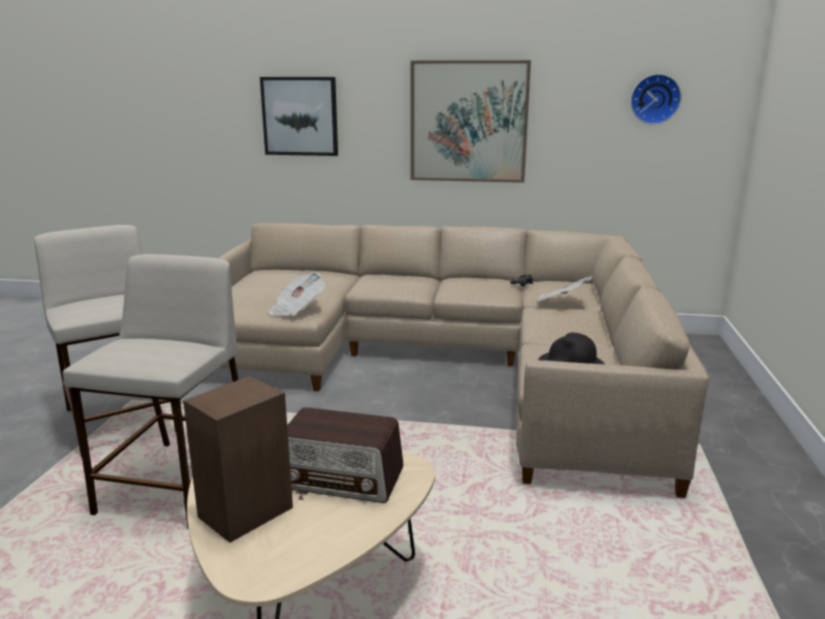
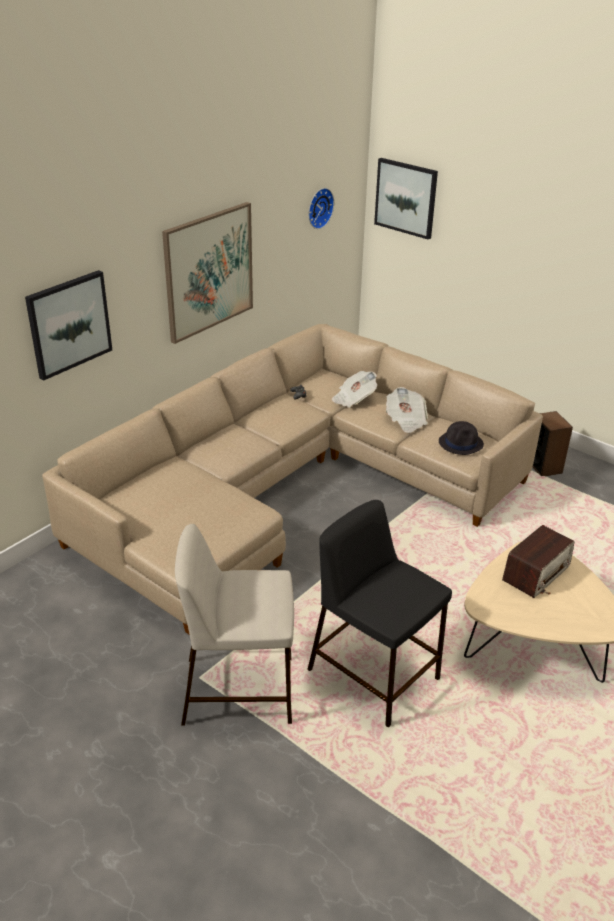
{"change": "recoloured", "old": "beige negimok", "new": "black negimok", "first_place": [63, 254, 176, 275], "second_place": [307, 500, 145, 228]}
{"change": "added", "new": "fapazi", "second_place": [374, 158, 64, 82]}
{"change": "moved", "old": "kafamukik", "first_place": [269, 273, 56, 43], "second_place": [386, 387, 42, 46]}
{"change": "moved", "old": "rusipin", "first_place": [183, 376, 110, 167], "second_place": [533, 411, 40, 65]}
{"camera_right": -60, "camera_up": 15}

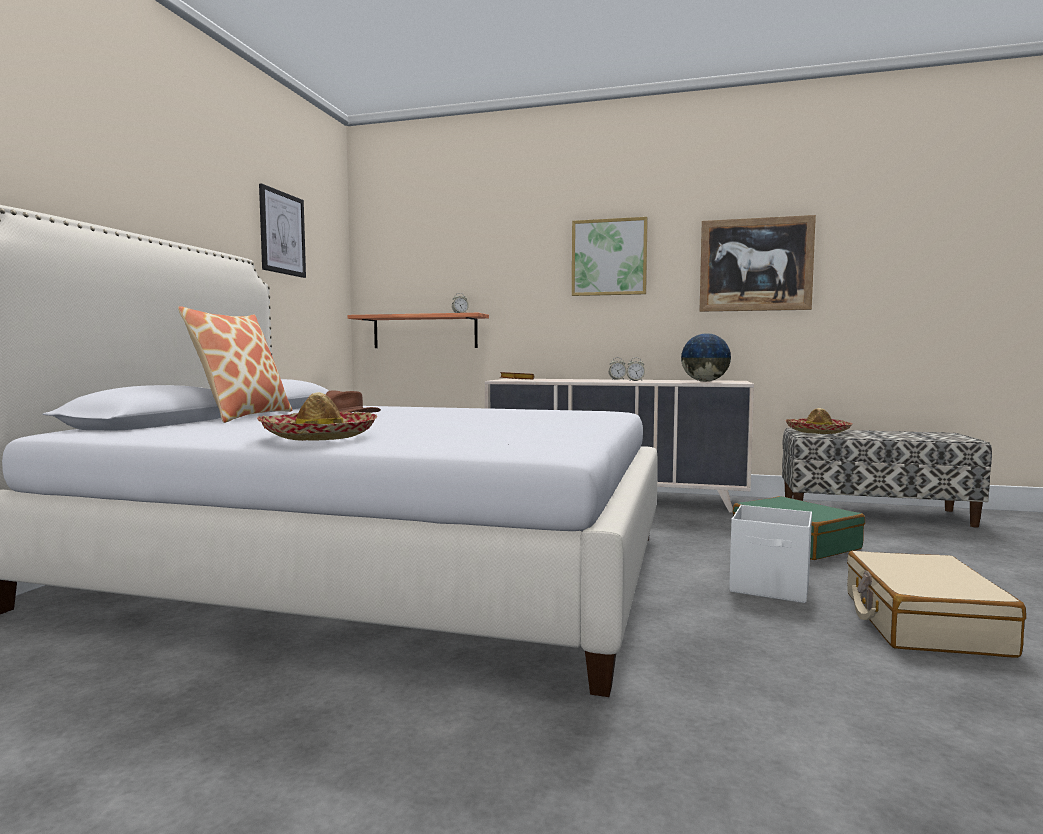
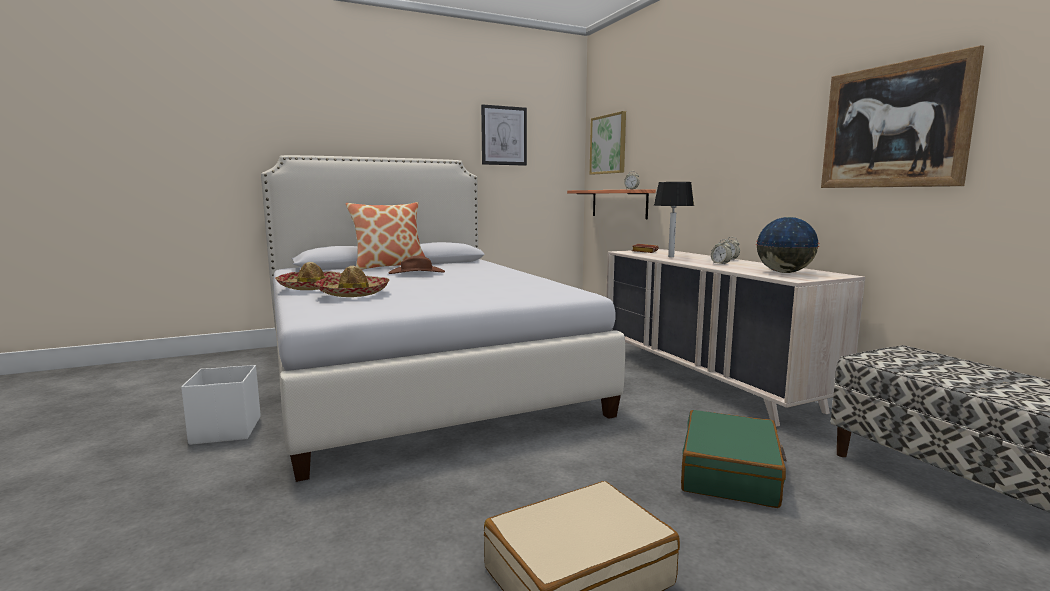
{"change": "moved", "old": "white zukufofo", "first_place": [729, 505, 83, 98], "second_place": [181, 365, 80, 80]}
{"change": "moved", "old": "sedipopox", "first_place": [785, 408, 68, 26], "second_place": [315, 266, 75, 31]}
{"change": "moved", "old": "fapazi", "first_place": [572, 217, 76, 79], "second_place": [590, 111, 36, 64]}
{"change": "added", "new": "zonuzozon", "second_place": [654, 182, 40, 75]}
{"camera_right": 50, "camera_up": 5}

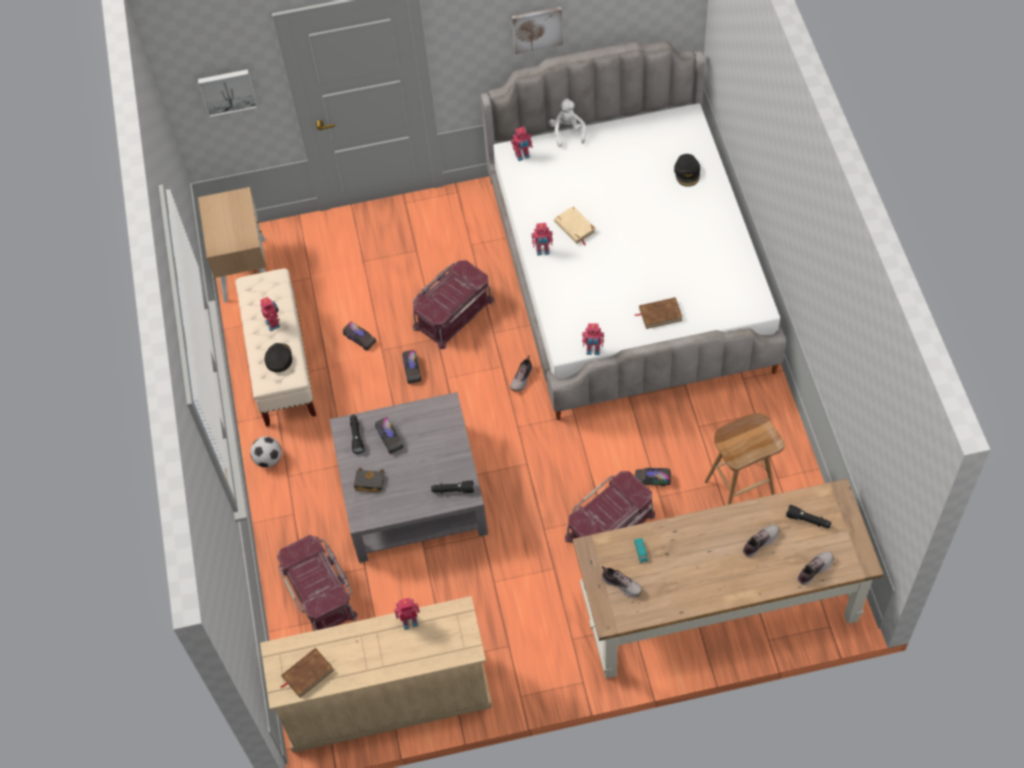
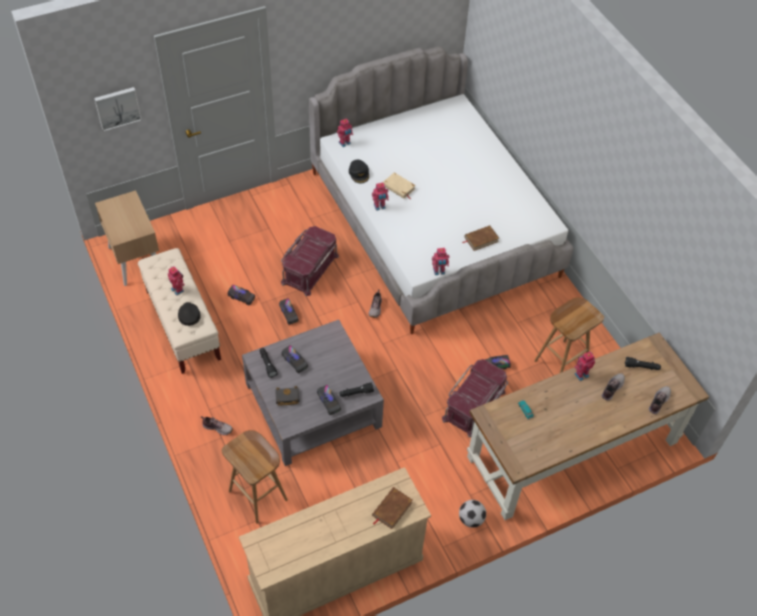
{"change": "moved", "old": "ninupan", "first_place": [602, 566, 41, 31], "second_place": [201, 416, 32, 19]}
{"change": "replaced", "old": "red zukufofo", "new": "brown negimok", "first_place": [277, 535, 81, 96], "second_place": [221, 430, 67, 94]}
{"change": "added", "new": "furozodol", "second_place": [317, 385, 24, 30]}
{"change": "moved", "old": "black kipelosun", "first_place": [674, 154, 26, 33], "second_place": [349, 160, 20, 23]}
{"change": "moved", "old": "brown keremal", "first_place": [281, 648, 53, 50], "second_place": [372, 487, 40, 42]}
{"change": "moved", "old": "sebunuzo", "first_place": [250, 436, 32, 32], "second_place": [459, 500, 27, 28]}
{"change": "moved", "old": "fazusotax", "first_place": [394, 597, 26, 33], "second_place": [574, 352, 21, 29]}
{"change": "removed", "old": "fapazi", "first_place": [512, 7, 51, 47]}
{"change": "removed", "old": "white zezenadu", "first_place": [549, 98, 37, 49]}
{"camera_right": -20, "camera_up": -5}

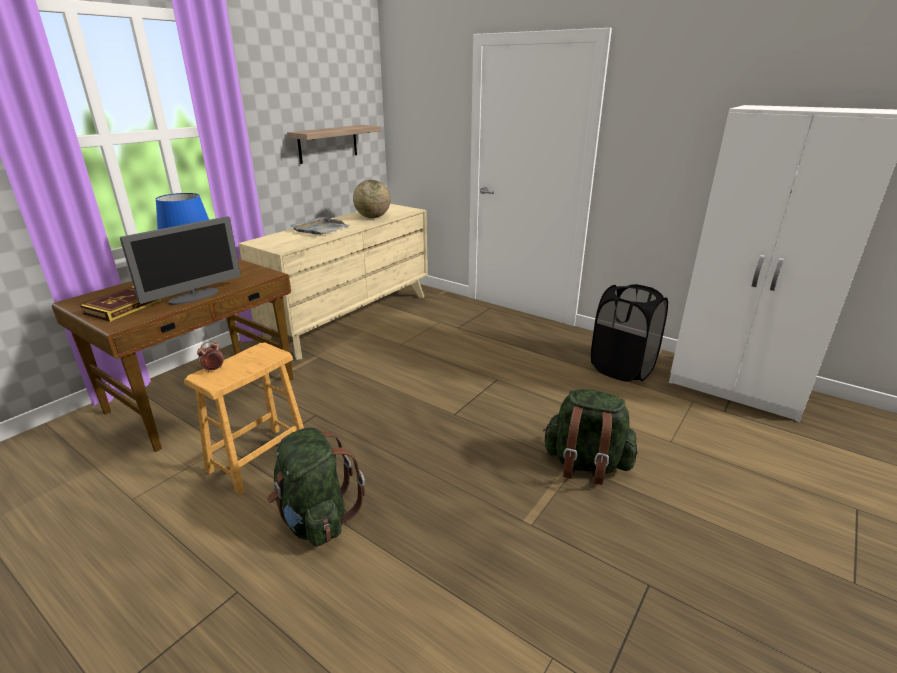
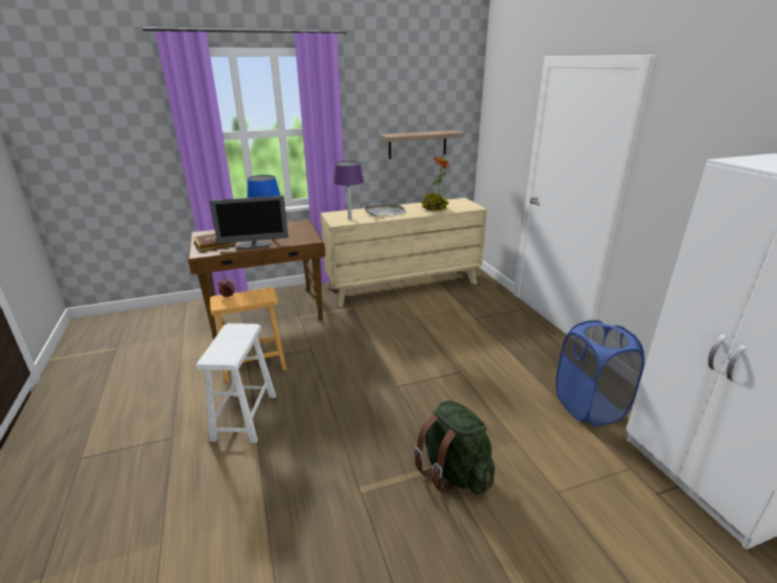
{"change": "replaced", "old": "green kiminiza", "new": "white negimok", "first_place": [267, 427, 98, 119], "second_place": [196, 323, 80, 120]}
{"change": "added", "new": "purple zonuzozon", "second_place": [333, 161, 31, 58]}
{"change": "replaced", "old": "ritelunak", "new": "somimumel", "first_place": [353, 180, 37, 38], "second_place": [421, 157, 28, 54]}
{"change": "recoloured", "old": "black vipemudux", "new": "blue vipemudux", "first_place": [591, 284, 77, 98], "second_place": [556, 320, 89, 106]}
{"camera_right": 35, "camera_up": 0}

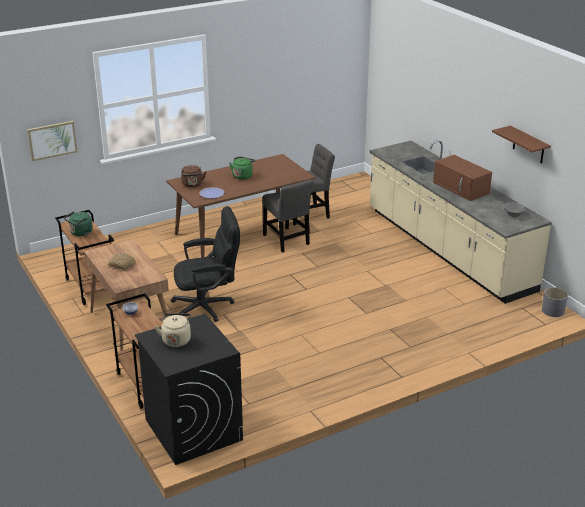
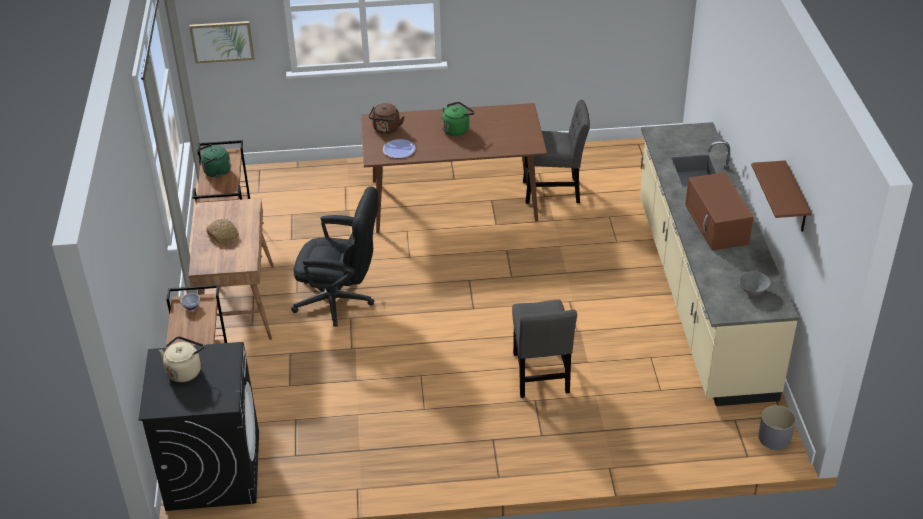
{"change": "moved", "old": "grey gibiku", "first_place": [262, 179, 51, 74], "second_place": [512, 300, 65, 98]}
{"camera_right": 25, "camera_up": 10}

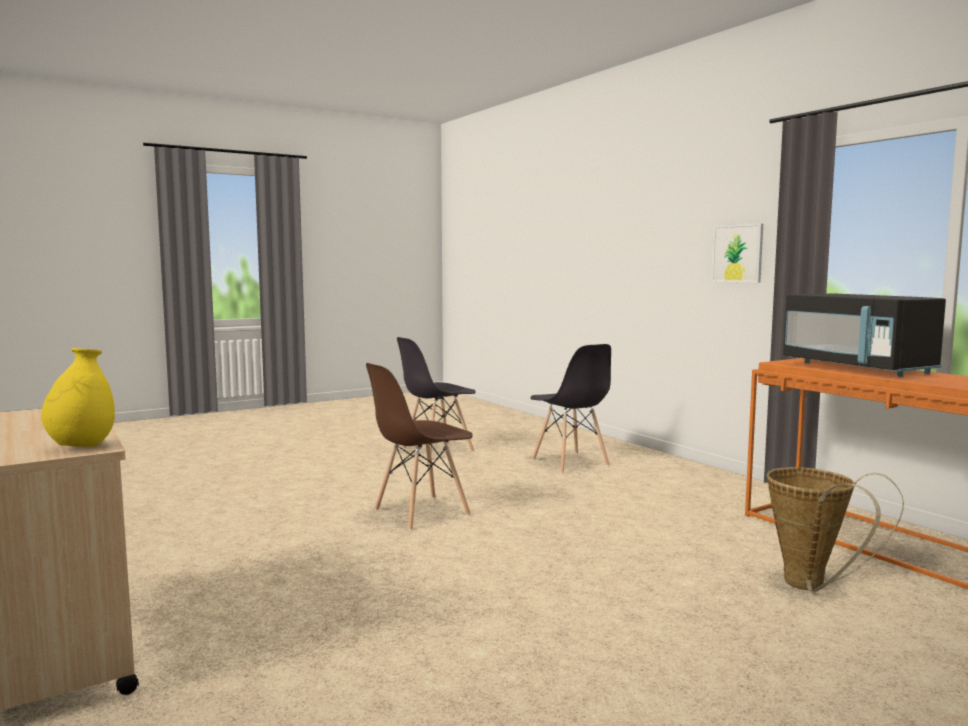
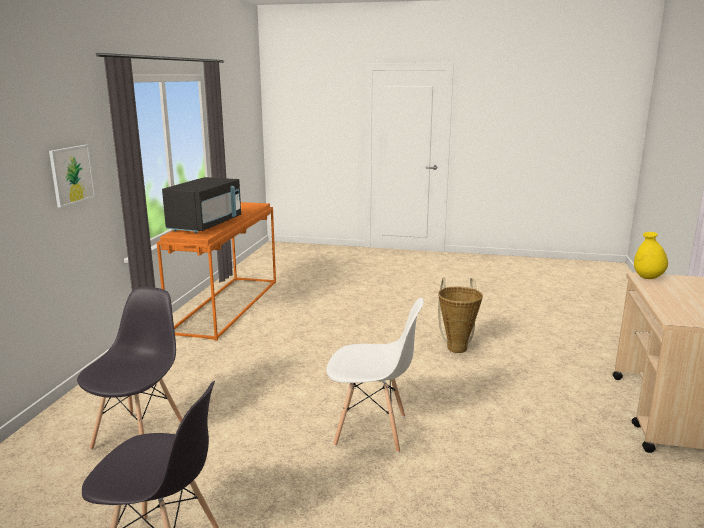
{"change": "recoloured", "old": "brown gibiku", "new": "white gibiku", "first_place": [366, 363, 107, 167], "second_place": [326, 298, 98, 155]}
{"change": "moved", "old": "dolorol", "first_place": [767, 467, 137, 125], "second_place": [438, 277, 45, 76]}
{"camera_right": -135, "camera_up": 10}

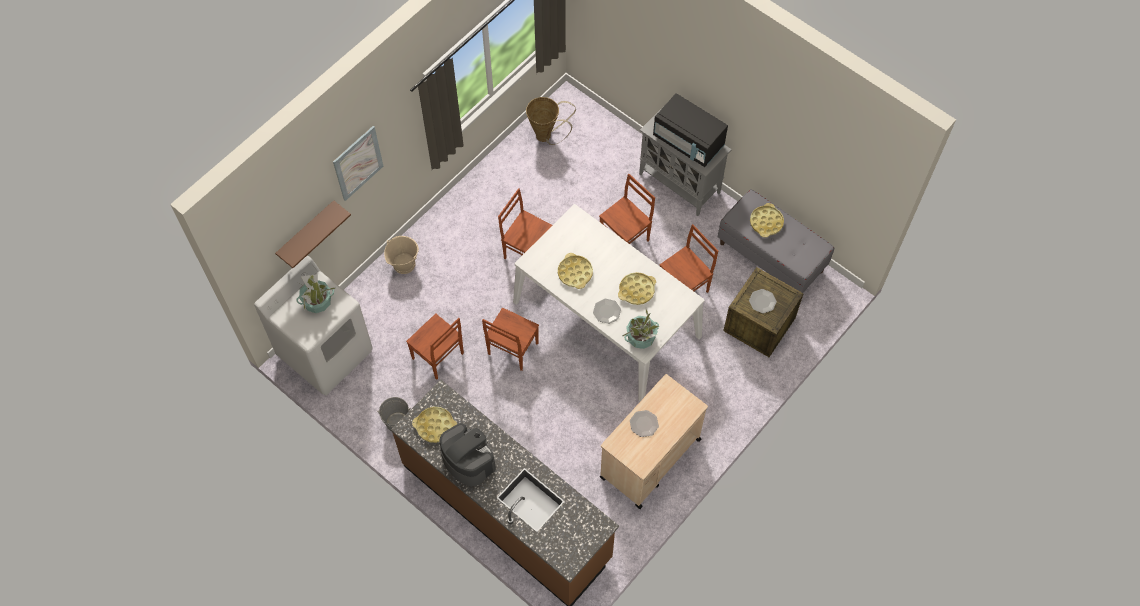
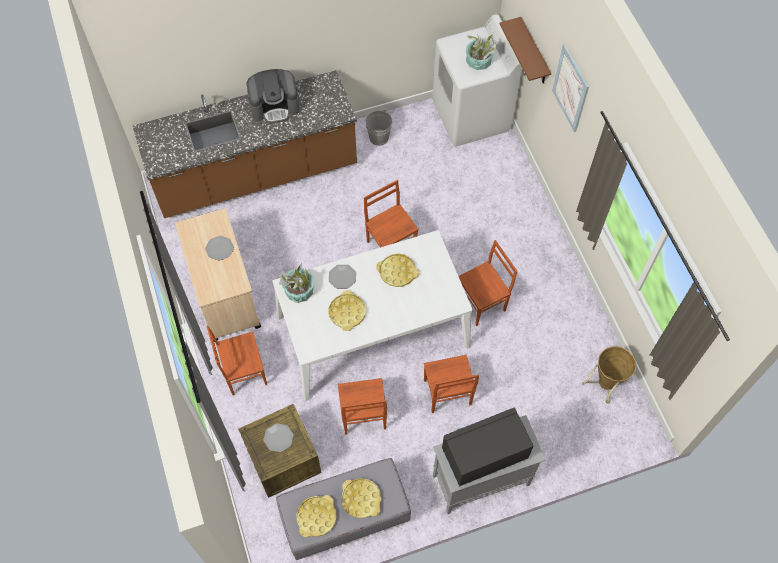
{"change": "moved", "old": "brown gibiku", "first_place": [406, 313, 58, 67], "second_place": [207, 325, 60, 70]}
{"change": "moved", "old": "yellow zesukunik", "first_place": [412, 407, 45, 36], "second_place": [297, 495, 40, 42]}
{"change": "removed", "old": "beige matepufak", "first_place": [384, 236, 35, 38]}
{"camera_right": 120, "camera_up": 0}

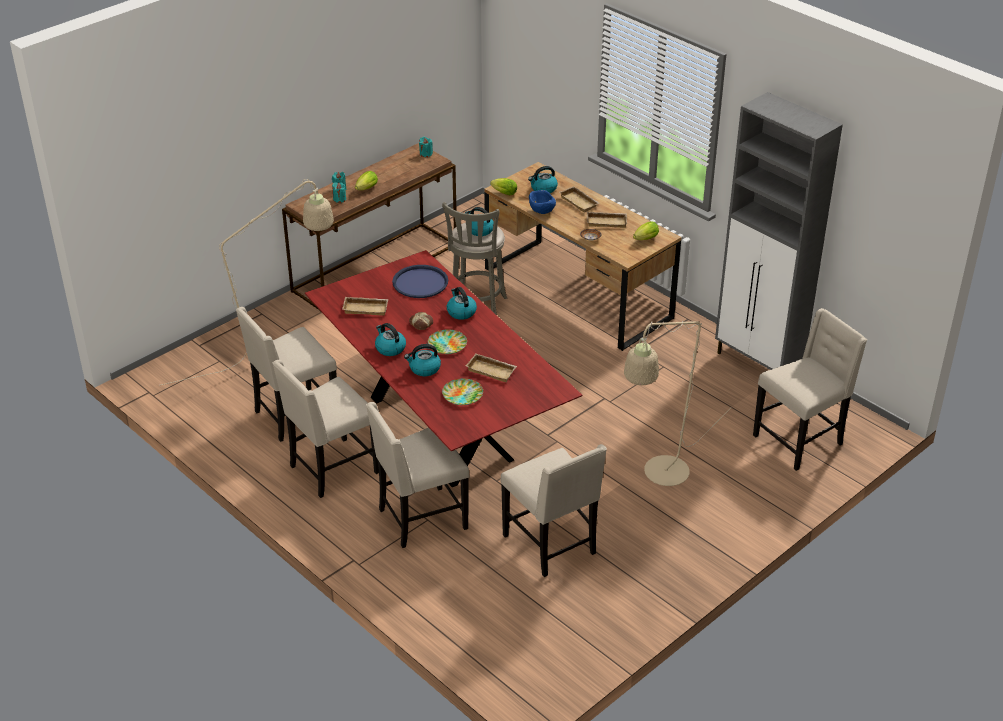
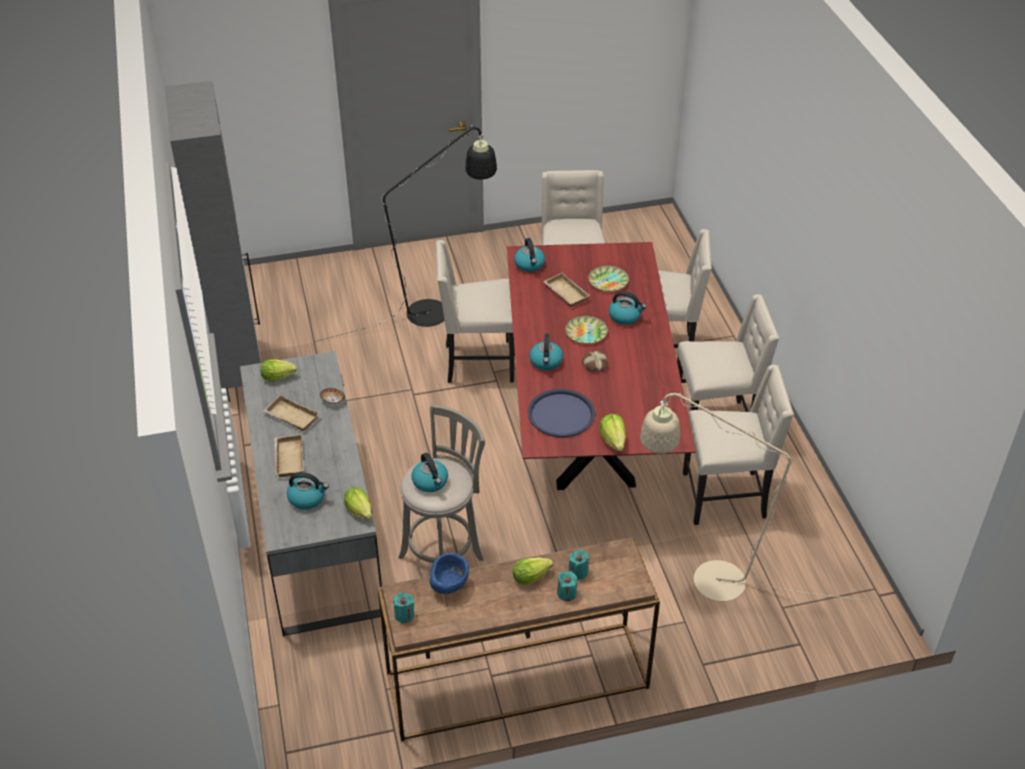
{"change": "recoloured", "old": "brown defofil", "new": "grey defofil", "first_place": [484, 162, 197, 189], "second_place": [240, 351, 143, 286]}
{"change": "recoloured", "old": "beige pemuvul", "new": "black pemuvul", "first_place": [624, 320, 108, 166], "second_place": [315, 125, 182, 217]}
{"change": "moved", "old": "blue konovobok", "first_place": [529, 190, 27, 24], "second_place": [430, 553, 39, 41]}
{"change": "moved", "old": "beige gibiku", "first_place": [753, 308, 114, 163], "second_place": [436, 240, 79, 143]}
{"change": "moved", "old": "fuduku", "first_place": [375, 323, 31, 33], "second_place": [514, 238, 31, 34]}
{"change": "added", "new": "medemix", "second_place": [599, 414, 27, 37]}
{"change": "removed", "old": "beige zesukunik", "first_place": [342, 297, 46, 18]}
{"camera_right": -150, "camera_up": 5}

